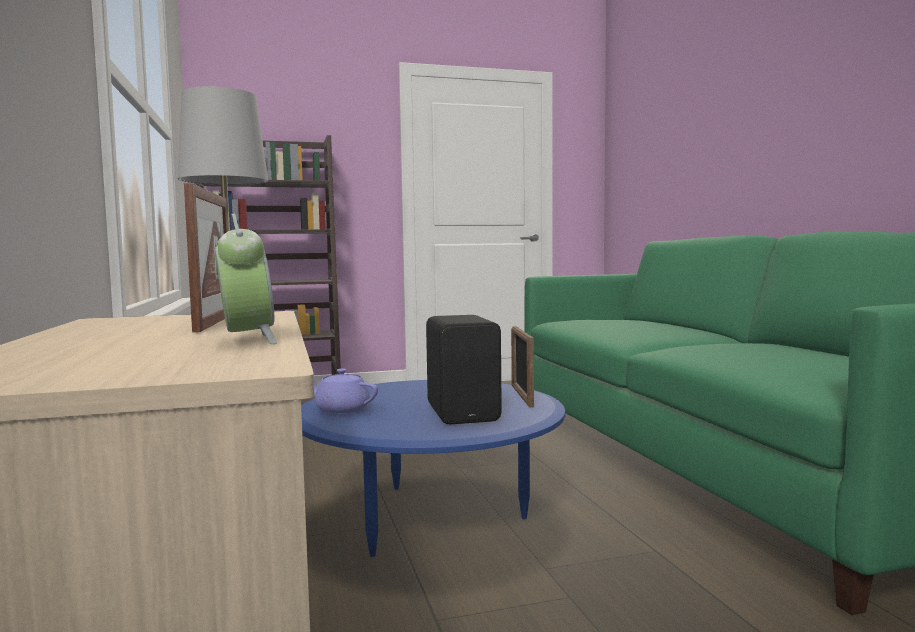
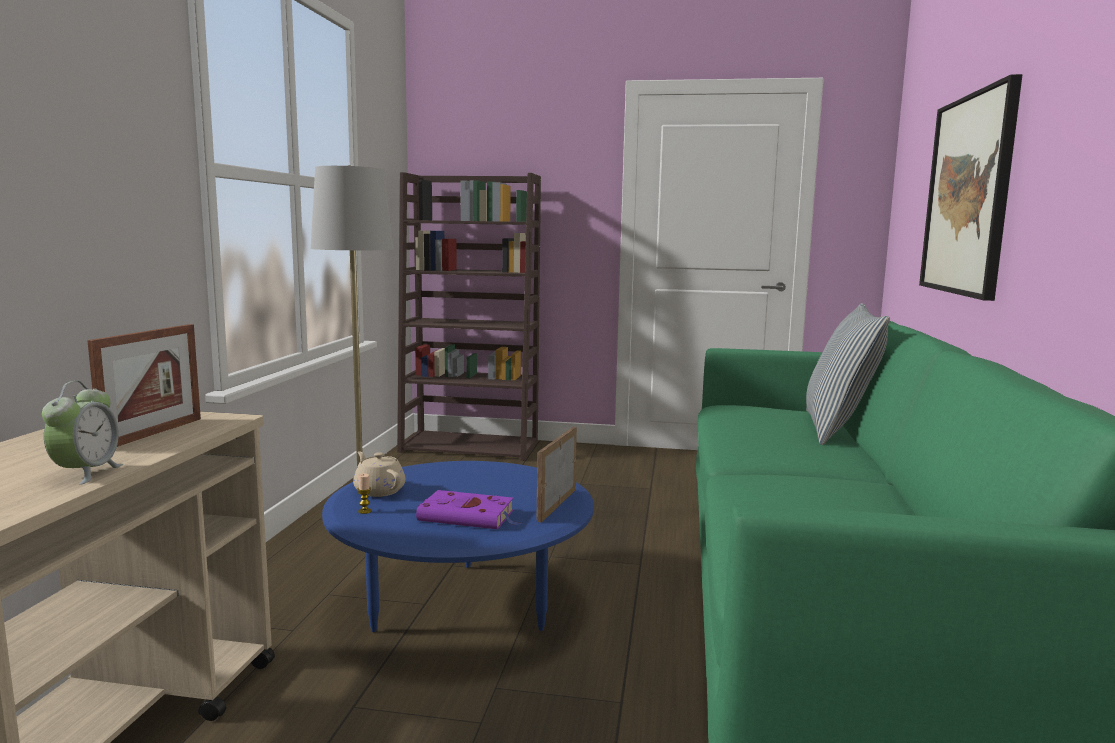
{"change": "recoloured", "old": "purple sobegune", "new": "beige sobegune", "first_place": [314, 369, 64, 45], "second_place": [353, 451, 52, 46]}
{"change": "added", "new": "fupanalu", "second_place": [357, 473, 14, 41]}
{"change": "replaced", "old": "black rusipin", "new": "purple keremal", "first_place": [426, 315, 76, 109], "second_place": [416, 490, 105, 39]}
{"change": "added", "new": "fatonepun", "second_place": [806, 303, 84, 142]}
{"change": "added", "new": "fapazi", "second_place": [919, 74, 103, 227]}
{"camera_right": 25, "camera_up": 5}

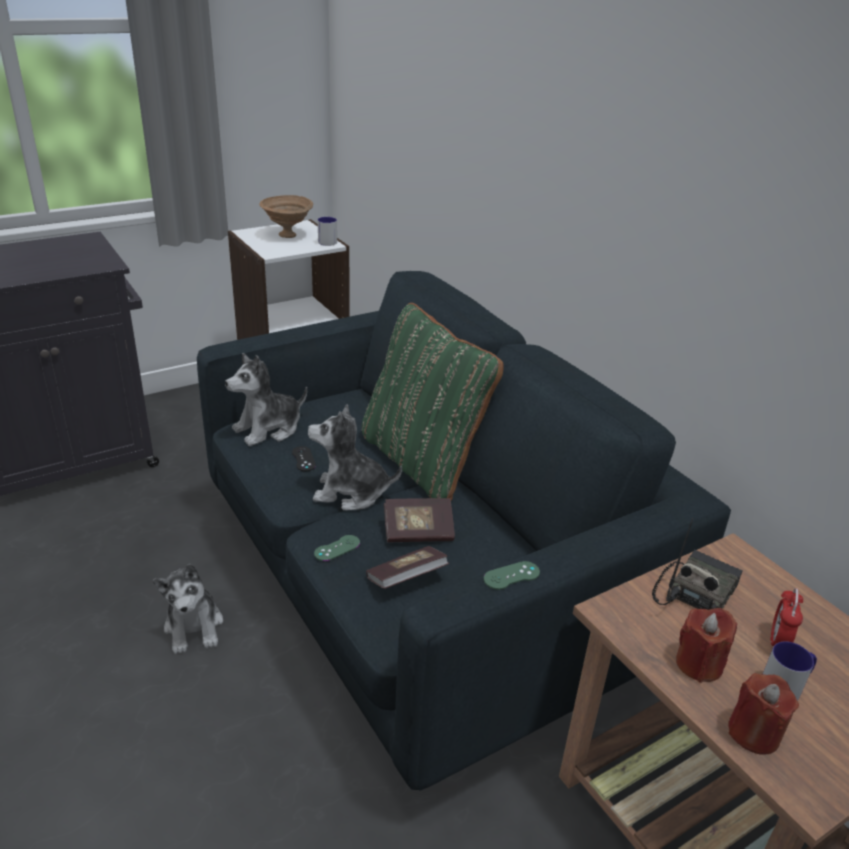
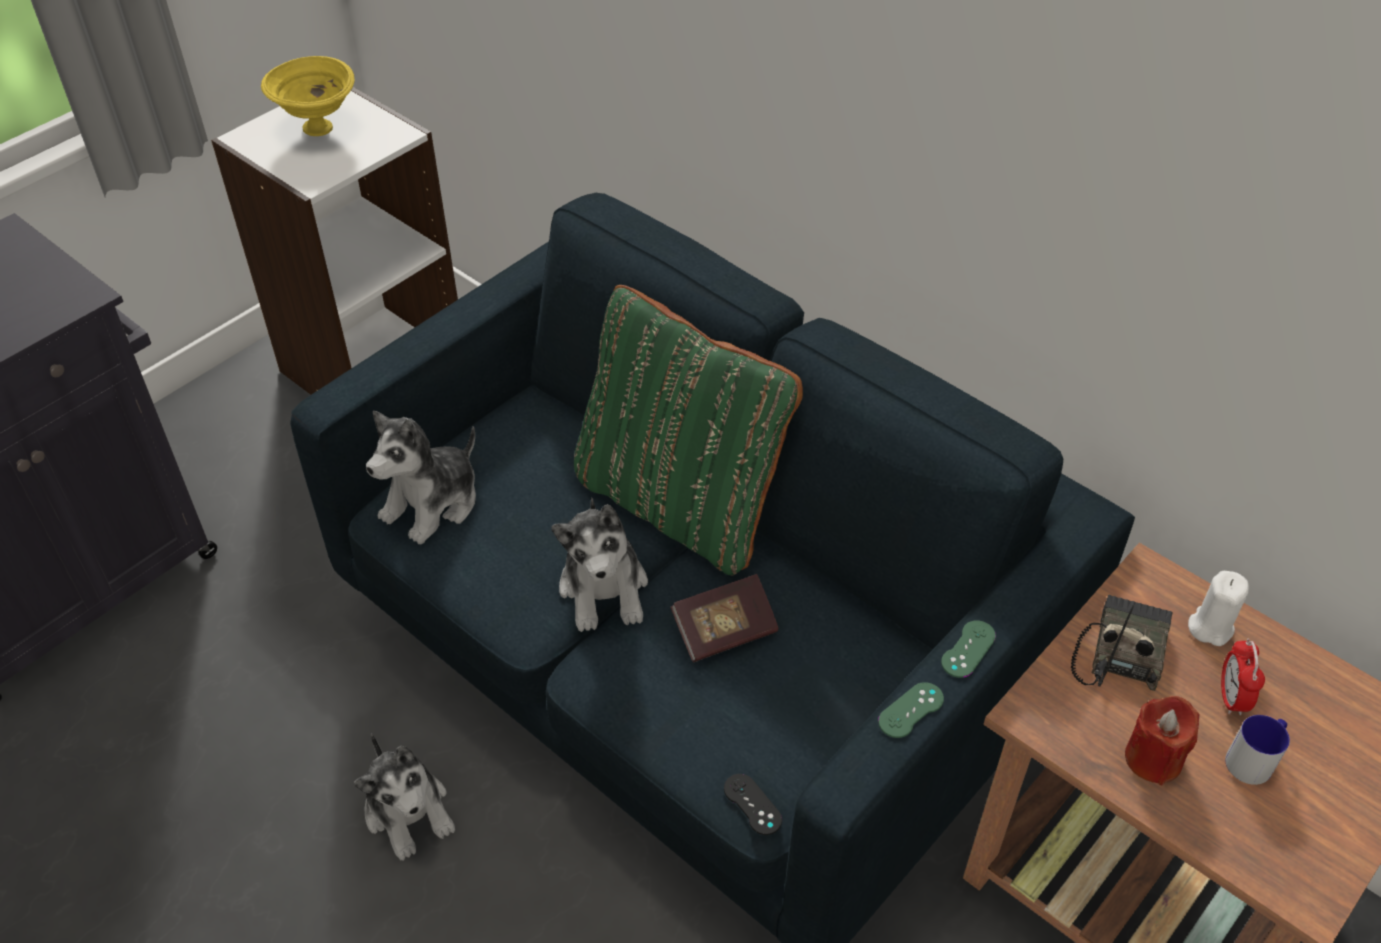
{"change": "recoloured", "old": "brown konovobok", "new": "yellow konovobok", "first_place": [259, 195, 54, 43], "second_place": [261, 56, 94, 80]}
{"change": "turned", "old": "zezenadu", "first_place": [308, 405, 94, 106], "second_place": [551, 498, 97, 134], "degrees": -90}
{"change": "moved", "old": "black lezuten", "first_place": [292, 446, 24, 25], "second_place": [724, 774, 58, 61]}
{"change": "moved", "old": "green lezuten", "first_place": [314, 535, 46, 26], "second_place": [941, 621, 55, 57]}
{"change": "added", "new": "white fupanalu", "second_place": [1188, 571, 61, 75]}
{"change": "removed", "old": "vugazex", "first_place": [318, 217, 19, 29]}
{"change": "removed", "old": "keremal", "first_place": [366, 546, 84, 43]}
{"change": "removed", "old": "red fupanalu", "first_place": [728, 673, 71, 82]}
{"camera_right": -15, "camera_up": 15}

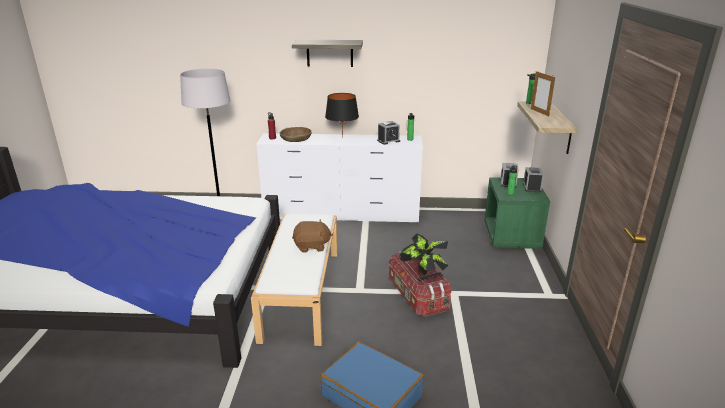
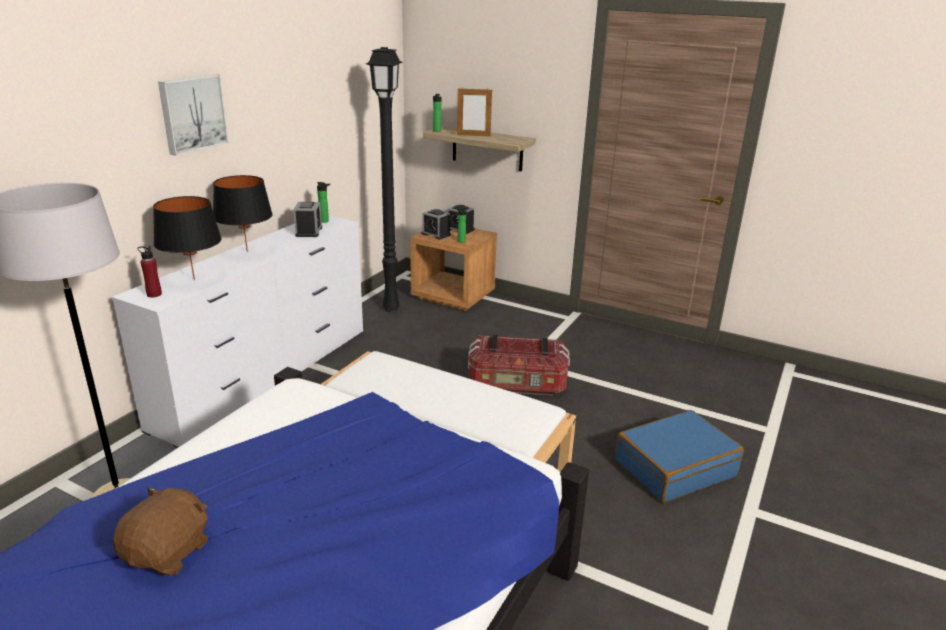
{"change": "moved", "old": "brown zezenadu", "first_place": [292, 219, 41, 34], "second_place": [113, 487, 95, 88]}
{"change": "replaced", "old": "brown konovobok", "new": "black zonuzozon", "first_place": [280, 127, 32, 15], "second_place": [153, 196, 69, 84]}
{"change": "replaced", "old": "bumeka", "new": "fapazi", "first_place": [292, 40, 71, 27], "second_place": [158, 74, 71, 82]}
{"change": "added", "new": "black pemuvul", "second_place": [366, 47, 37, 265]}
{"change": "recoloured", "old": "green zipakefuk", "new": "brown zipakefuk", "first_place": [484, 177, 66, 72], "second_place": [410, 229, 87, 82]}
{"change": "removed", "old": "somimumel", "first_place": [400, 233, 48, 43]}
{"camera_right": -65, "camera_up": 0}

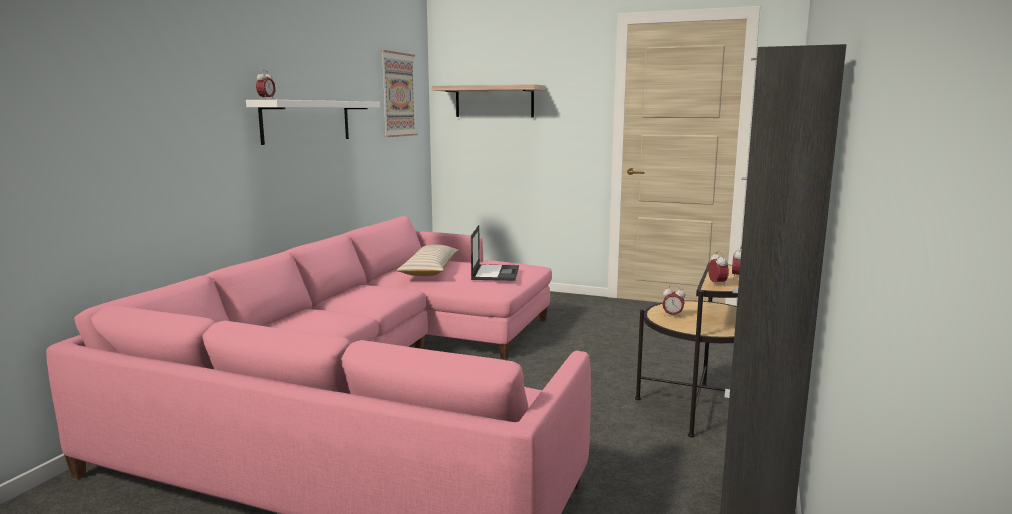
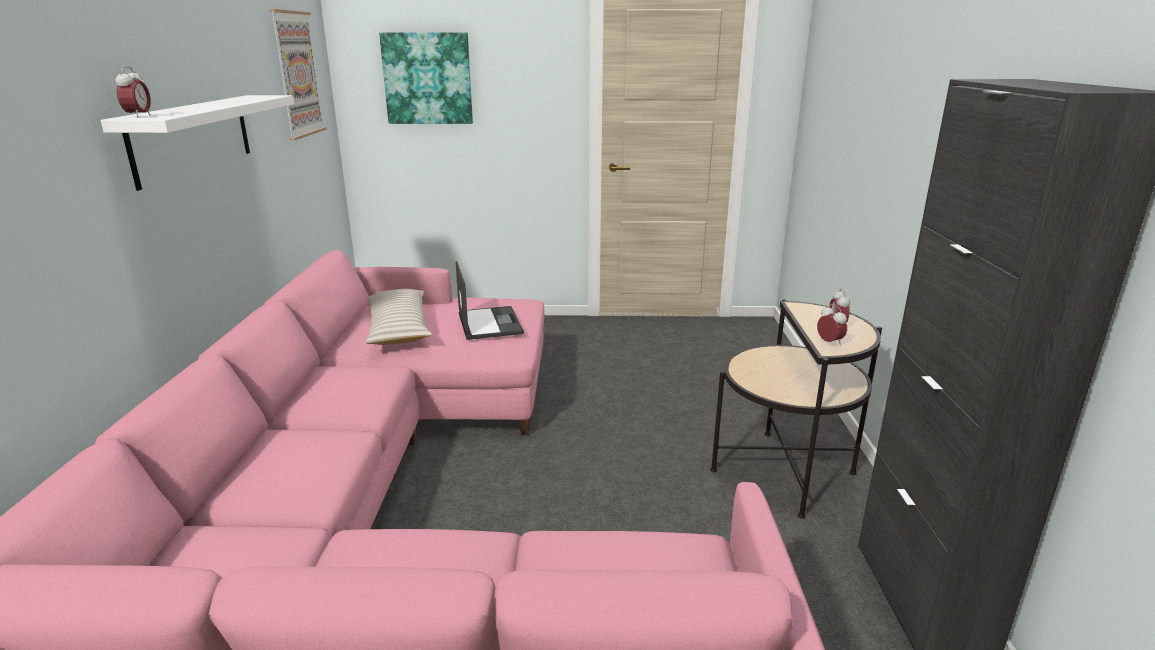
{"change": "replaced", "old": "bumeka", "new": "fapazi", "first_place": [432, 84, 113, 33], "second_place": [379, 32, 94, 92]}
{"change": "removed", "old": "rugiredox", "first_place": [663, 286, 22, 32]}
{"camera_right": -20, "camera_up": 10}

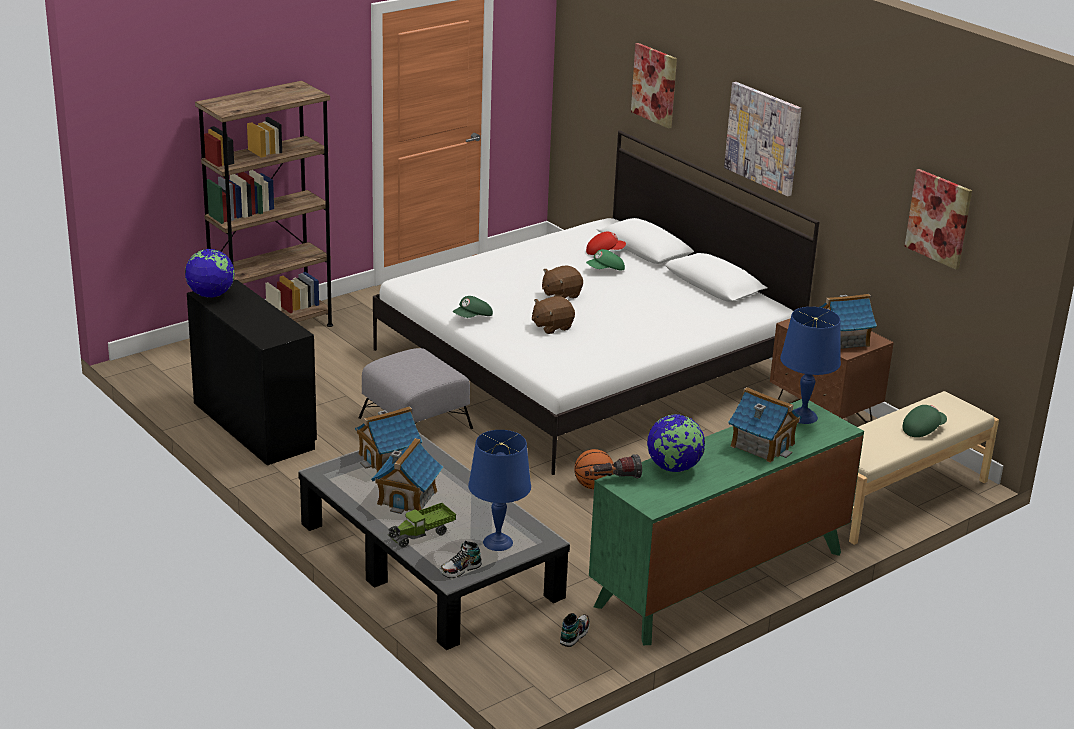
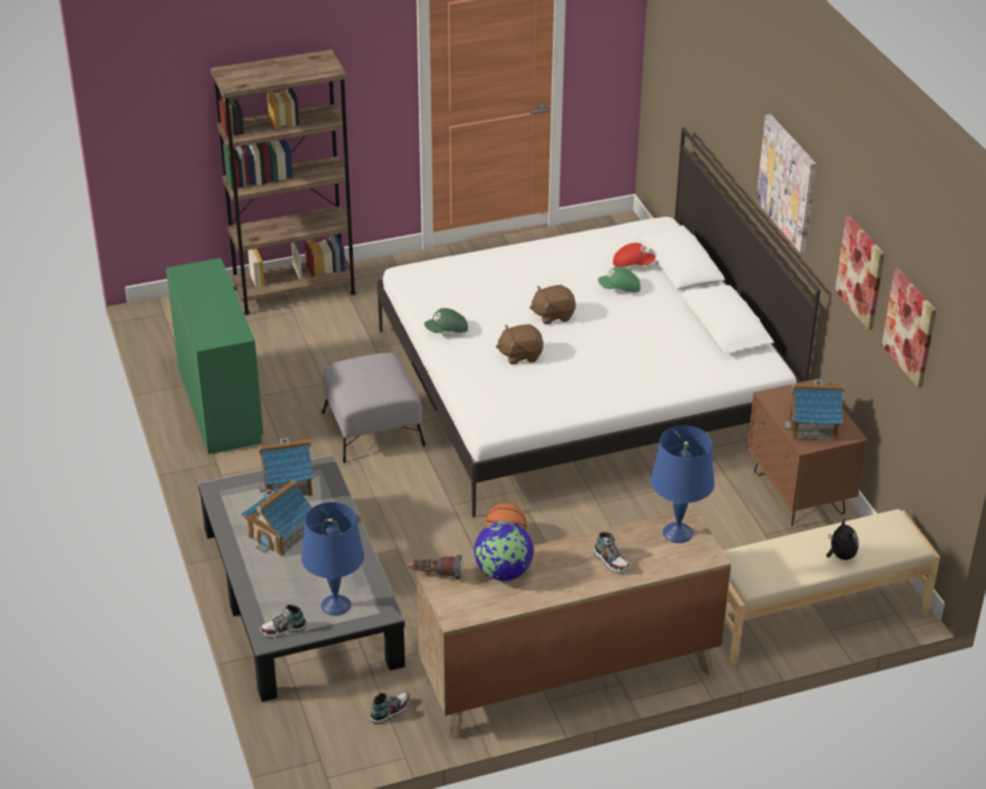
{"change": "recoloured", "old": "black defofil", "new": "green defofil", "first_place": [187, 280, 130, 185], "second_place": [166, 258, 98, 196]}
{"change": "recoloured", "old": "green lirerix", "new": "brown lirerix", "first_place": [589, 399, 275, 246], "second_place": [416, 508, 315, 232]}
{"change": "replaced", "old": "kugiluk", "new": "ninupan", "first_place": [728, 387, 74, 76], "second_place": [594, 532, 36, 41]}
{"change": "replaced", "old": "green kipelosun", "new": "zezenadu", "first_place": [903, 405, 44, 32], "second_place": [826, 519, 33, 41]}
{"change": "moved", "old": "fapazi", "first_place": [631, 43, 46, 86], "second_place": [835, 216, 50, 114]}
{"change": "removed", "old": "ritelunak", "first_place": [185, 249, 49, 48]}
{"change": "removed", "old": "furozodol", "first_place": [388, 503, 68, 45]}
{"camera_right": 20, "camera_up": 10}

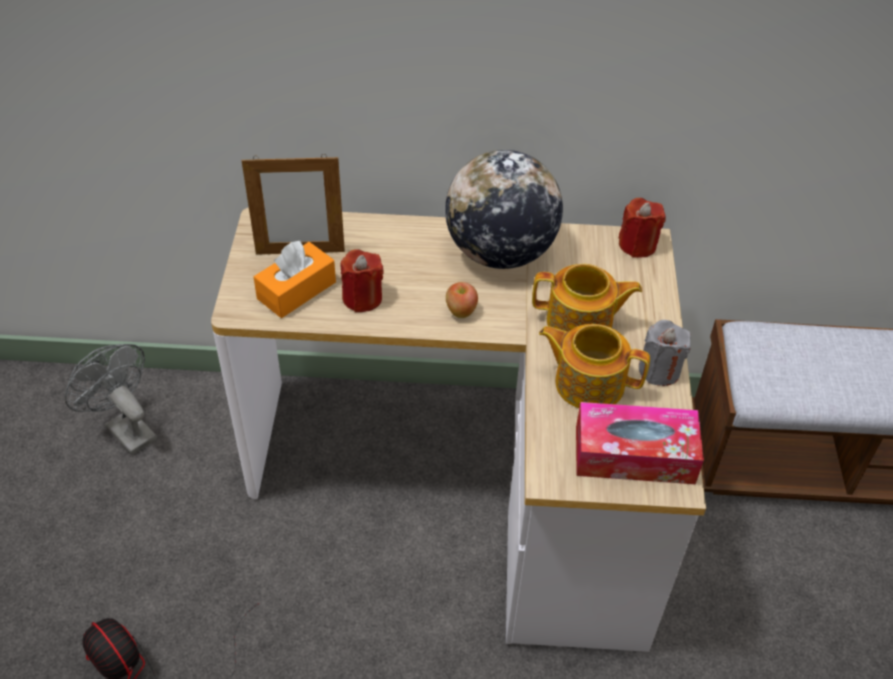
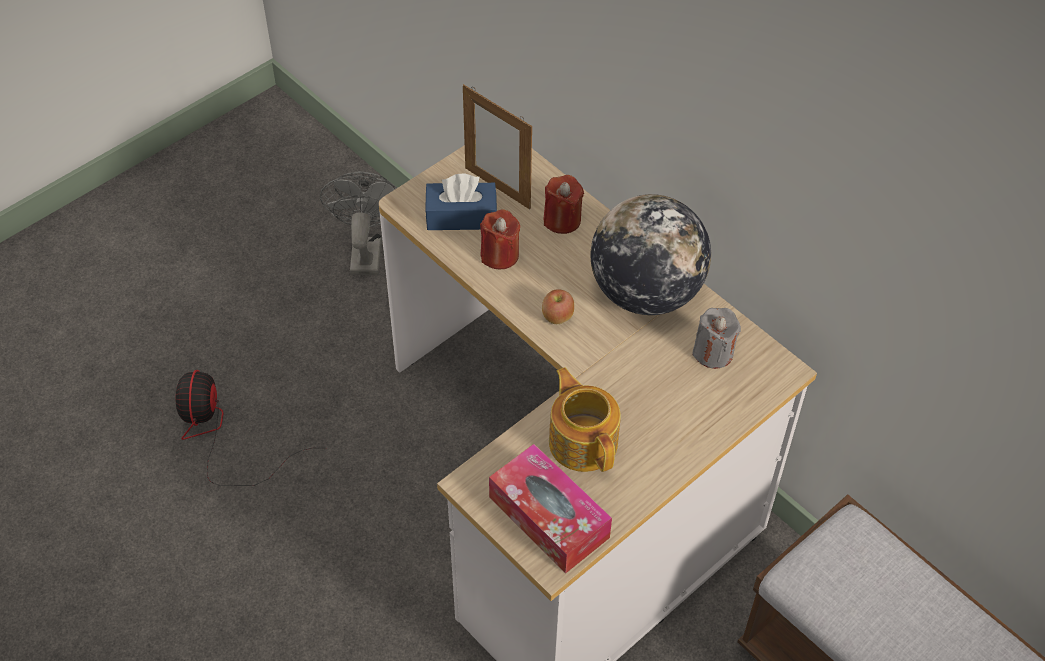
{"change": "recoloured", "old": "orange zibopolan", "new": "blue zibopolan", "first_place": [253, 241, 83, 77], "second_place": [425, 173, 72, 57]}
{"change": "moved", "old": "red fupanalu", "first_place": [618, 198, 48, 60], "second_place": [543, 175, 41, 59]}
{"change": "moved", "old": "grey fupanalu", "first_place": [639, 320, 52, 66], "second_place": [692, 308, 49, 61]}
{"change": "removed", "old": "sobegune", "first_place": [532, 264, 110, 68]}
{"camera_right": 45, "camera_up": 5}

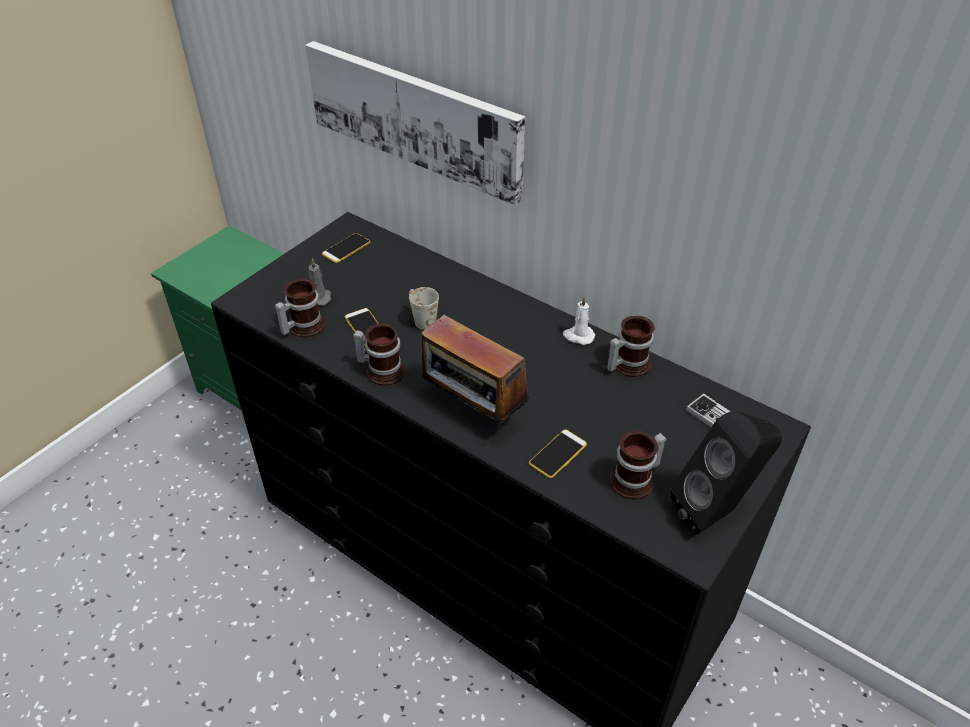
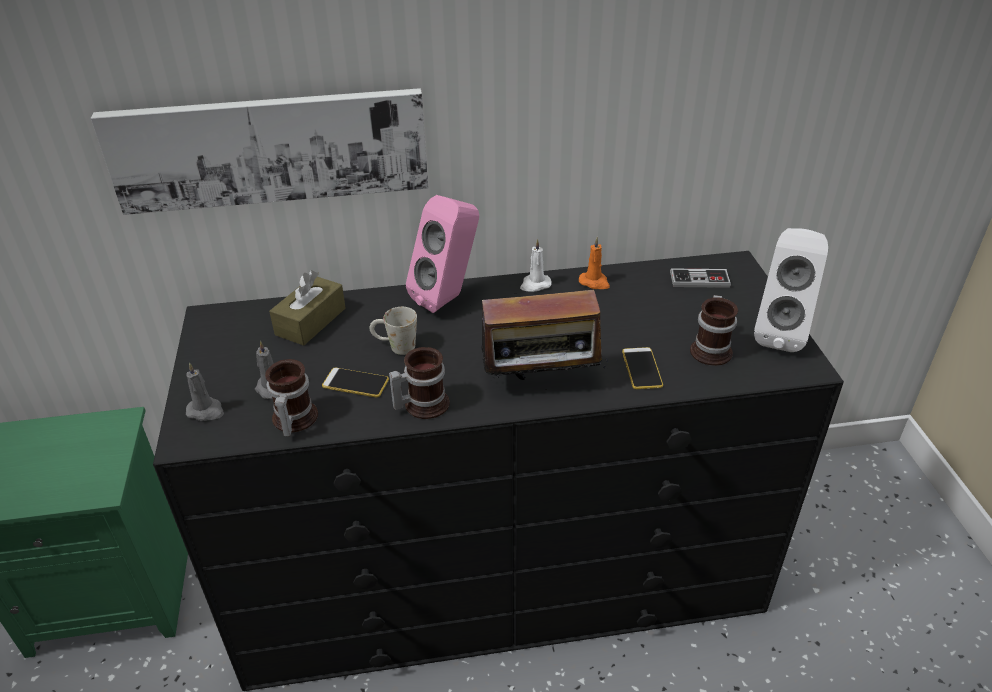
{"change": "added", "new": "grey fupanalu", "second_place": [186, 362, 38, 59]}
{"change": "added", "new": "brown zibopolan", "second_place": [269, 270, 77, 76]}
{"change": "added", "new": "pink rusipin", "second_place": [406, 195, 73, 118]}
{"change": "replaced", "old": "vugazex", "new": "orange fupanalu", "first_place": [607, 316, 47, 61], "second_place": [579, 237, 31, 52]}
{"change": "recoloured", "old": "black rusipin", "new": "white rusipin", "first_place": [670, 411, 112, 124], "second_place": [754, 228, 74, 124]}
{"change": "removed", "old": "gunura", "first_place": [322, 233, 49, 30]}
{"camera_right": -45, "camera_up": -5}

